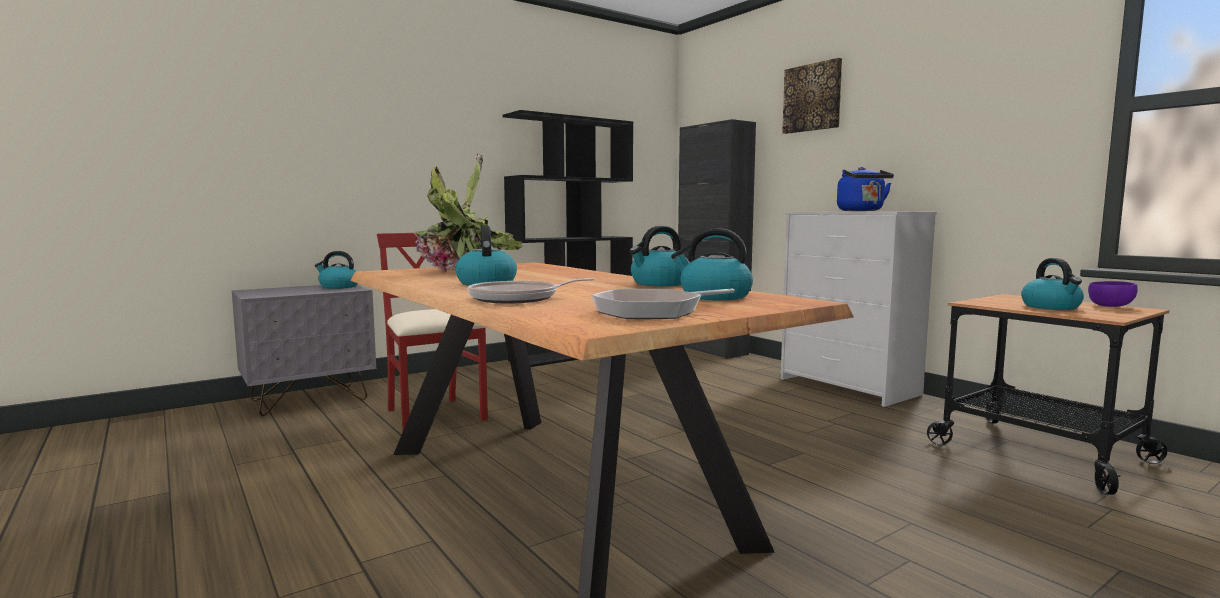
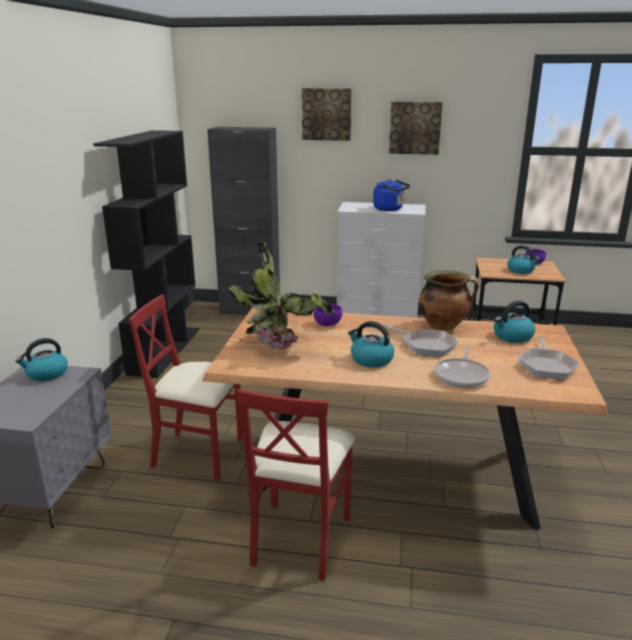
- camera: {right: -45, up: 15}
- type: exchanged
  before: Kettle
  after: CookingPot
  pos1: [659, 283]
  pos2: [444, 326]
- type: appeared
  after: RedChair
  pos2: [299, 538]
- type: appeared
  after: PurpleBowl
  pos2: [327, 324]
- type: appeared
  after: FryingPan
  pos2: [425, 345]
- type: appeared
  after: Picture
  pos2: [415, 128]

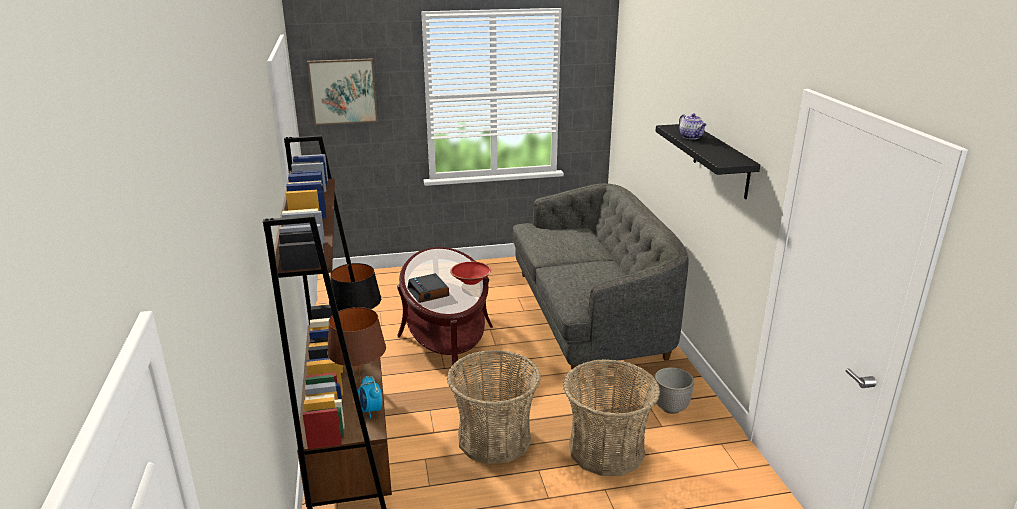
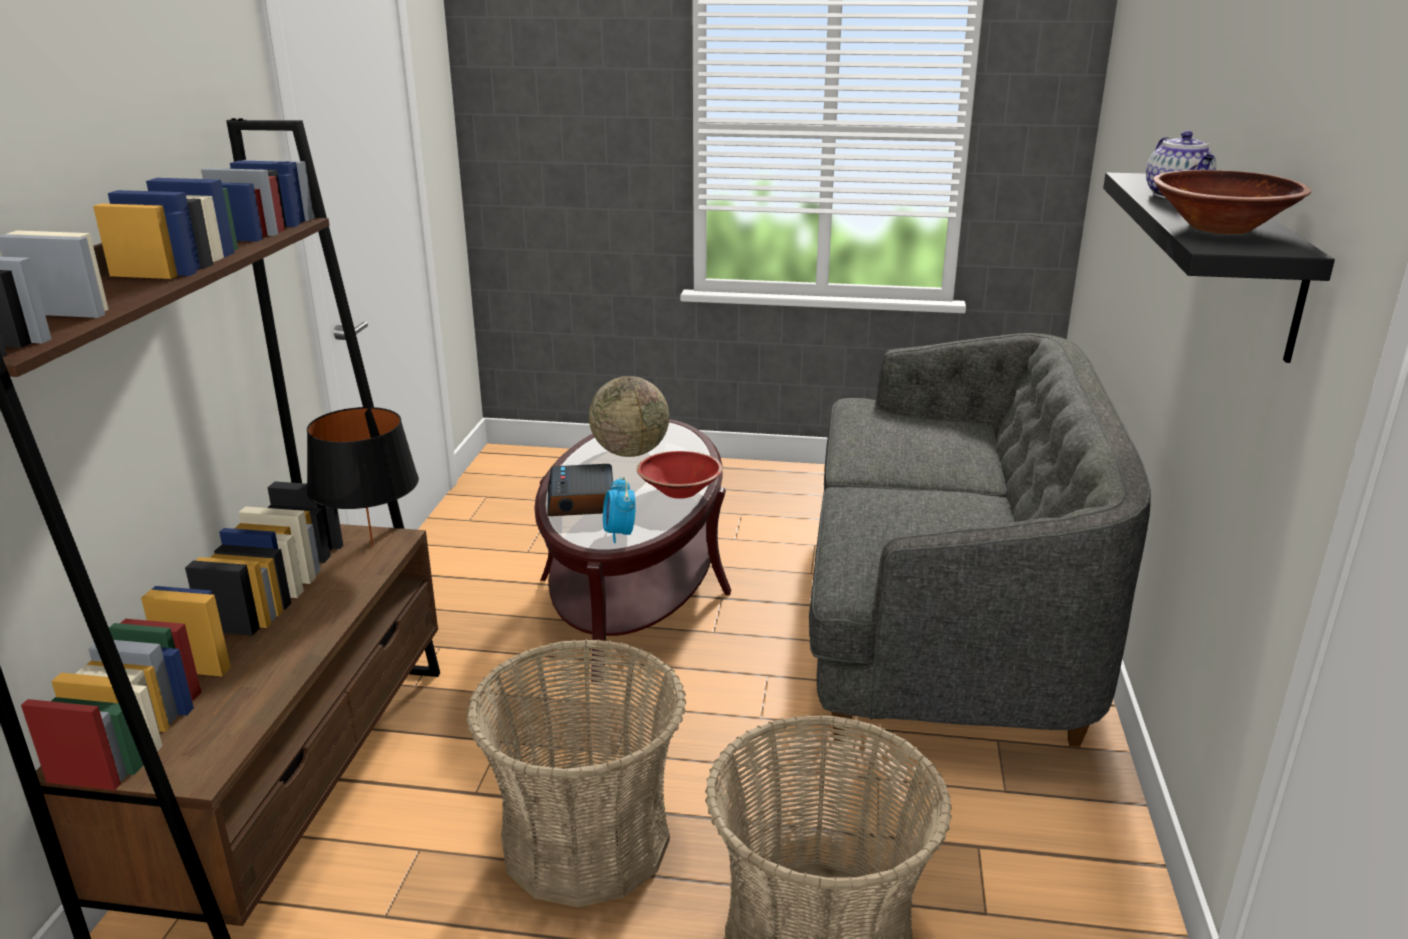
- camera: {right: 20, up: 0}
- type: missing
  before: Picture
  pos1: [343, 91]
- type: missing
  before: BrownTableLamp
  pos1: [360, 381]
- type: relocated
  before: AlarmClock
  pos1: [371, 410]
  pos2: [619, 534]
- type: missing
  before: Planter
  pos1: [671, 407]
- type: appeared
  after: Globe
  pos2: [630, 452]
- type: appeared
  after: BrownBowl
  pos2: [1220, 228]

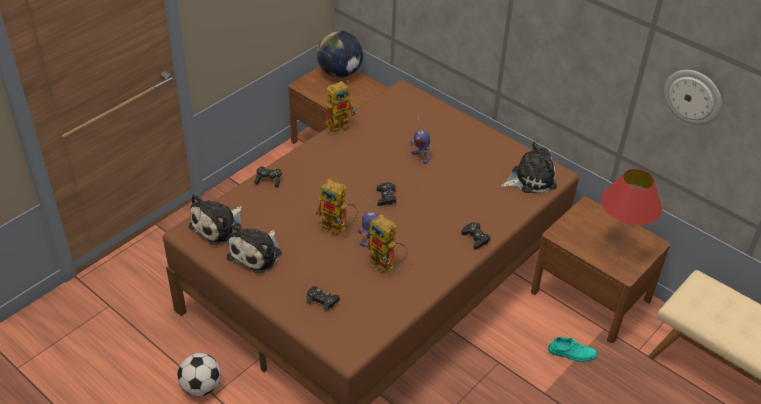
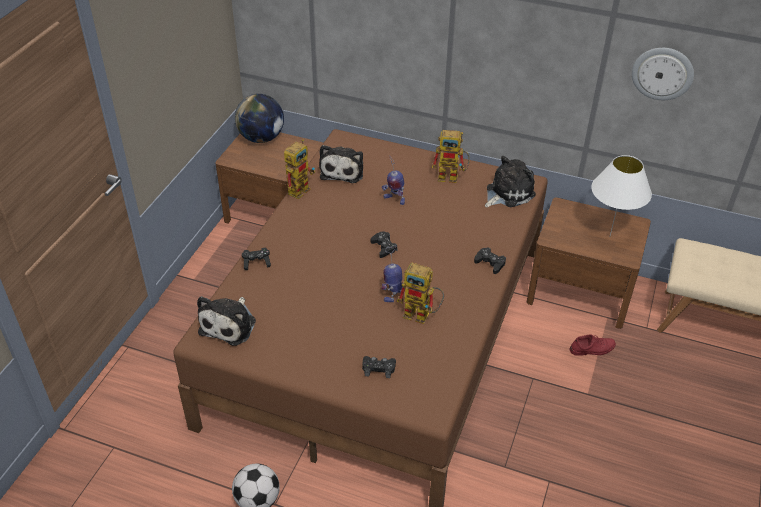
- camera: {right: -20, up: 0}
- type: relocated
  before: PlushToy
  pos1: [257, 253]
  pos2: [343, 170]
- type: relocated
  before: ToyRobot
  pos1: [338, 229]
  pos2: [452, 177]
- type: colour
  before: TurquoiseShoe
  after: RedShoe
  pos1: [571, 353]
  pos2: [592, 349]
- type: colour
  before: RedTableLamp
  after: WhiteTableLamp
  pos1: [618, 247]
  pos2: [609, 236]

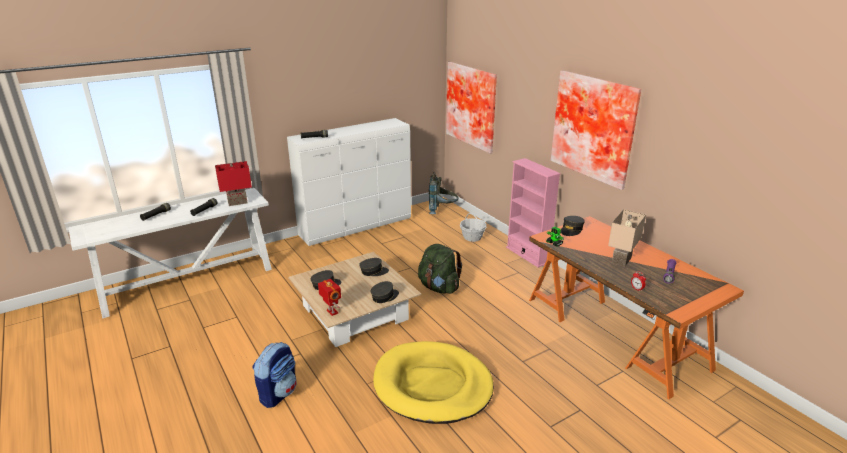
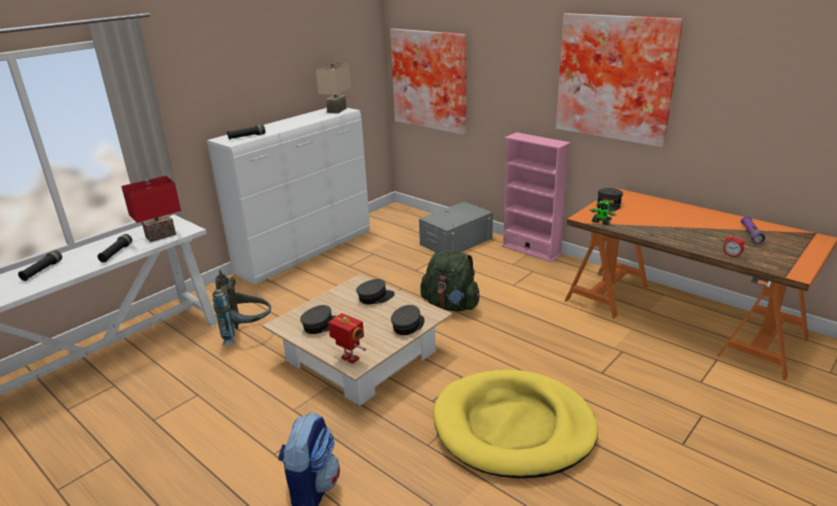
- camera: {right: -15, up: 0}
- type: relocated
  before: GreyBackpack
  pos1: [442, 211]
  pos2: [247, 333]
- type: exchanged
  before: Basket
  after: GreyStorageBox
  pos1: [472, 237]
  pos2: [456, 241]
- type: relocated
  before: BeigeTableLamp
  pos1: [622, 260]
  pos2: [337, 110]

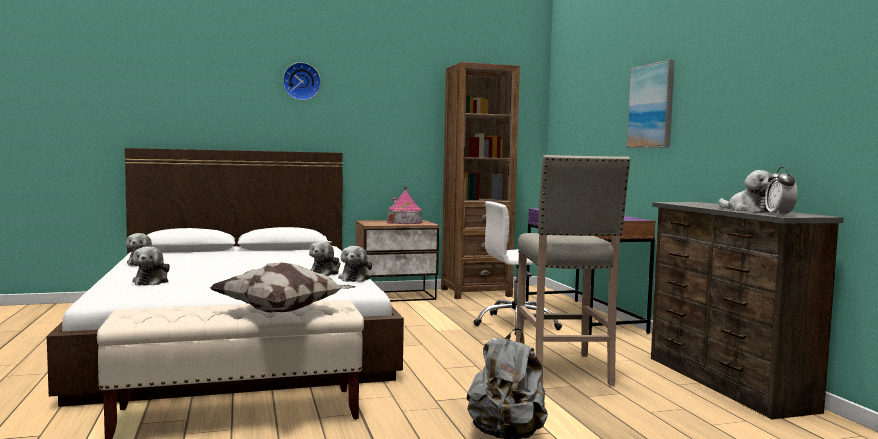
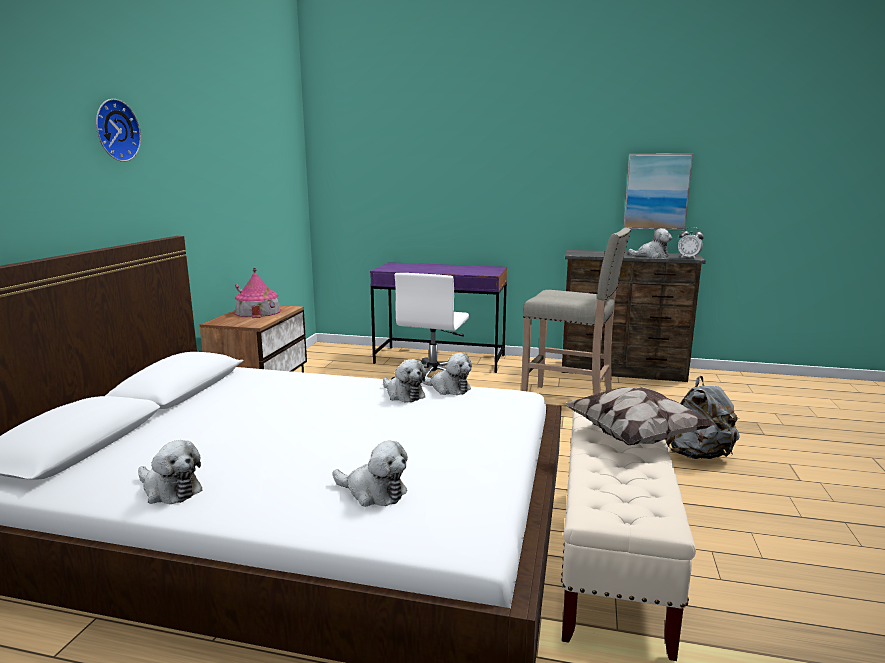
- camera: {right: -60, up: 10}
- type: missing
  before: BrownBookcase
  pos1: [475, 292]
- type: relocated
  before: Picture
  pos1: [651, 106]
  pos2: [656, 192]

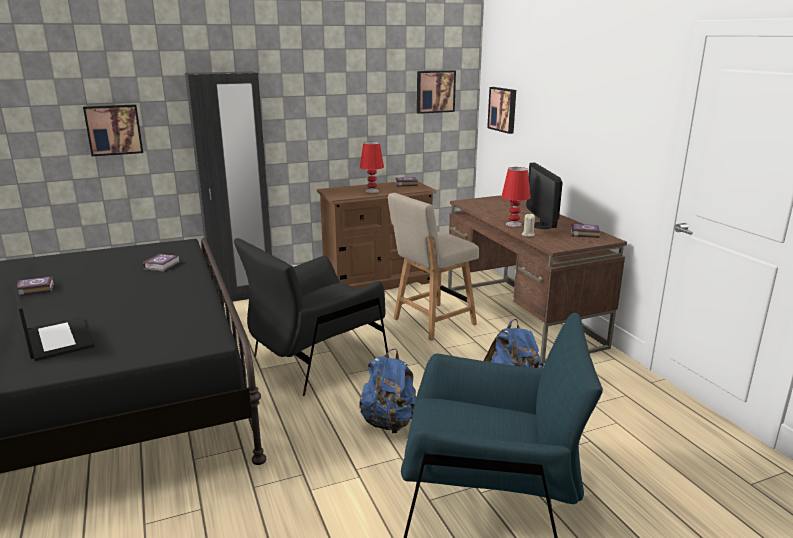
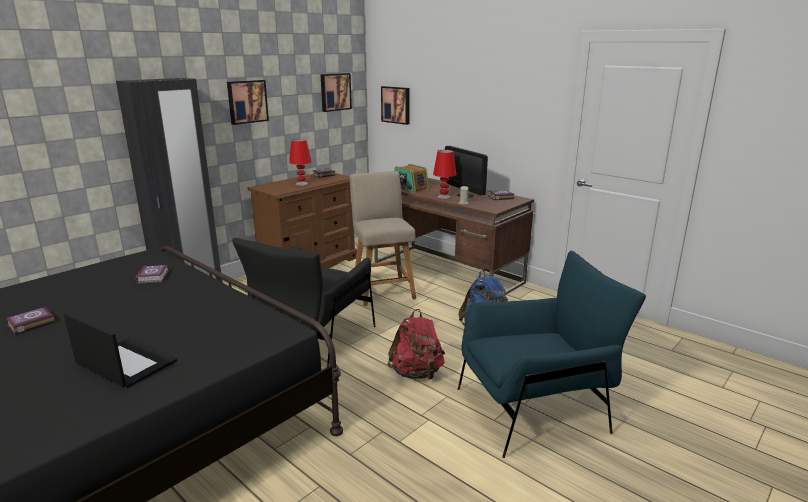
- camera: {right: -25, up: 0}
- type: relocated
  before: Picture
  pos1: [114, 129]
  pos2: [247, 101]
- type: colour
  before: BlueBackpack
  after: RedBackpack
  pos1: [389, 423]
  pos2: [417, 373]
- type: spun
  before: BeigeChair
  pos1: [431, 322]
  pos2: [382, 290]
  turn: 135
- type: appeared
  after: Radio
  pos2: [410, 188]

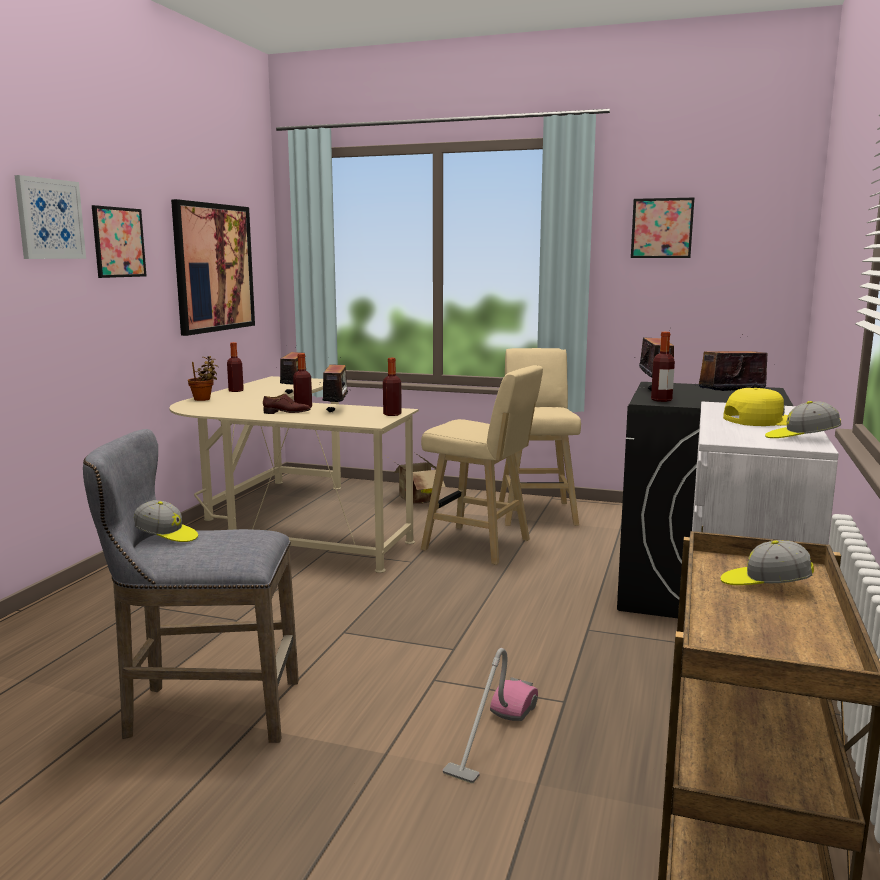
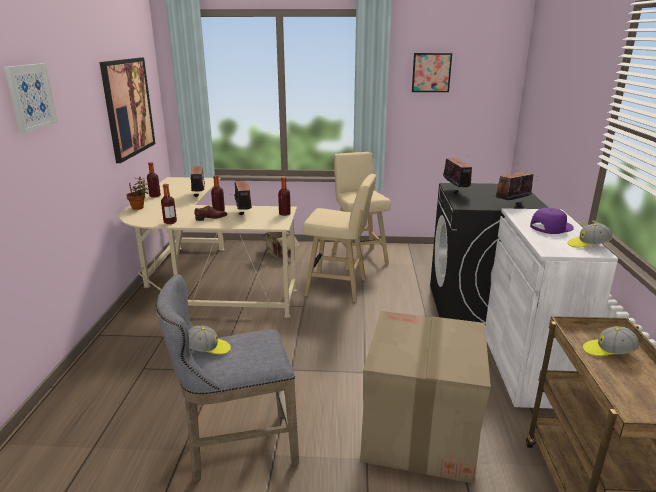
- camera: {right: -15, up: 10}
- type: missing
  before: Picture
  pos1: [118, 242]
- type: exchanged
  before: VacuumCleaner
  after: CardboardBox
  pos1: [492, 735]
  pos2: [420, 433]
- type: relocated
  before: Bottle
  pos1: [661, 400]
  pos2: [170, 222]
- type: colour
  before: YellowCap
  after: PurpleCap
  pos1: [759, 420]
  pos2: [550, 227]

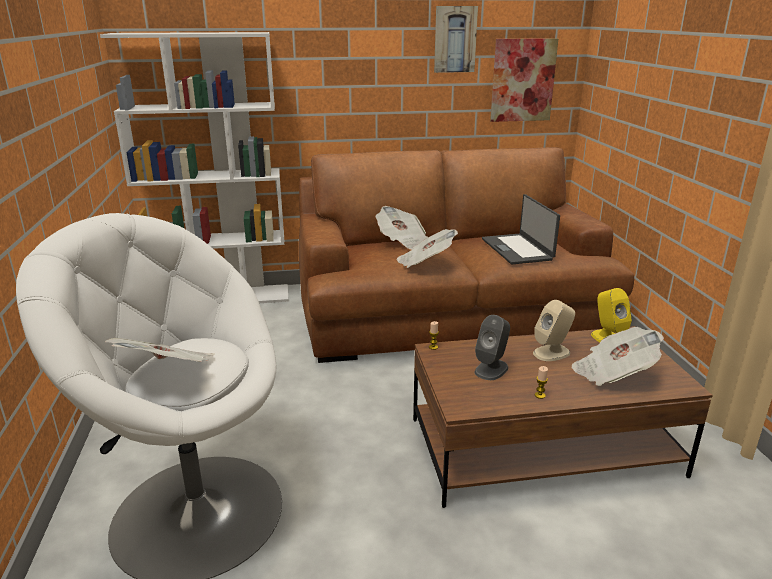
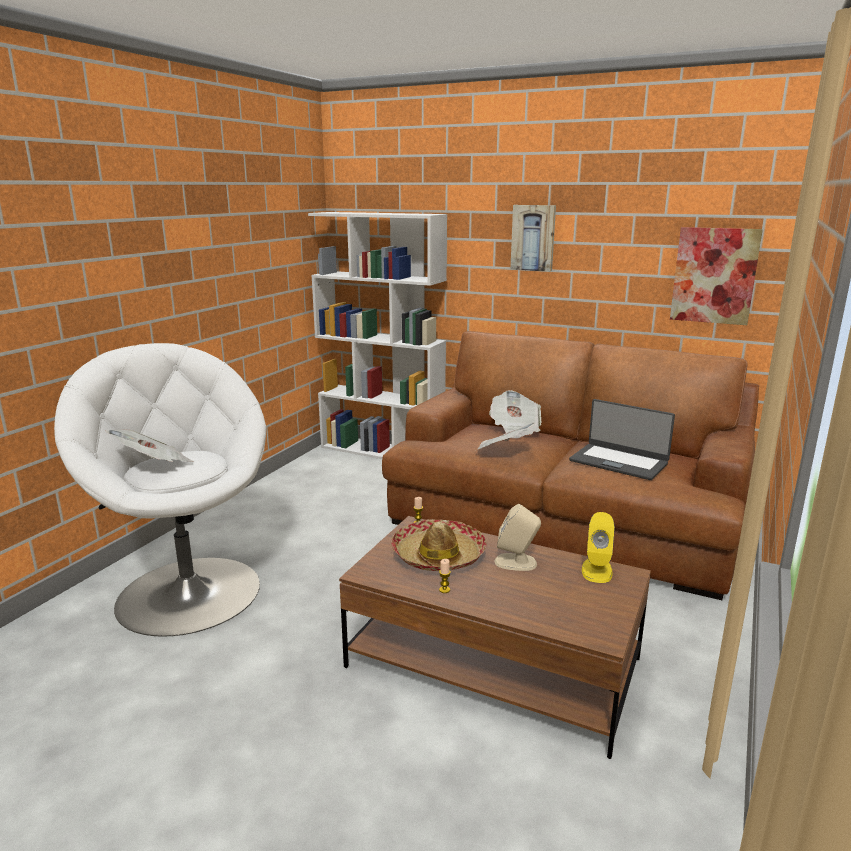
- camera: {right: 35, up: -5}
- type: relocated
  before: Picture
  pos1: [454, 39]
  pos2: [533, 238]
- type: exchanged
  before: GreySpeaker
  after: Hat
  pos1: [491, 369]
  pos2: [438, 555]
- type: spun
  before: Laptop
  pos1: [517, 249]
  pos2: [619, 462]
  turn: -75
- type: missing
  before: Newspaper
  pos1: [613, 373]

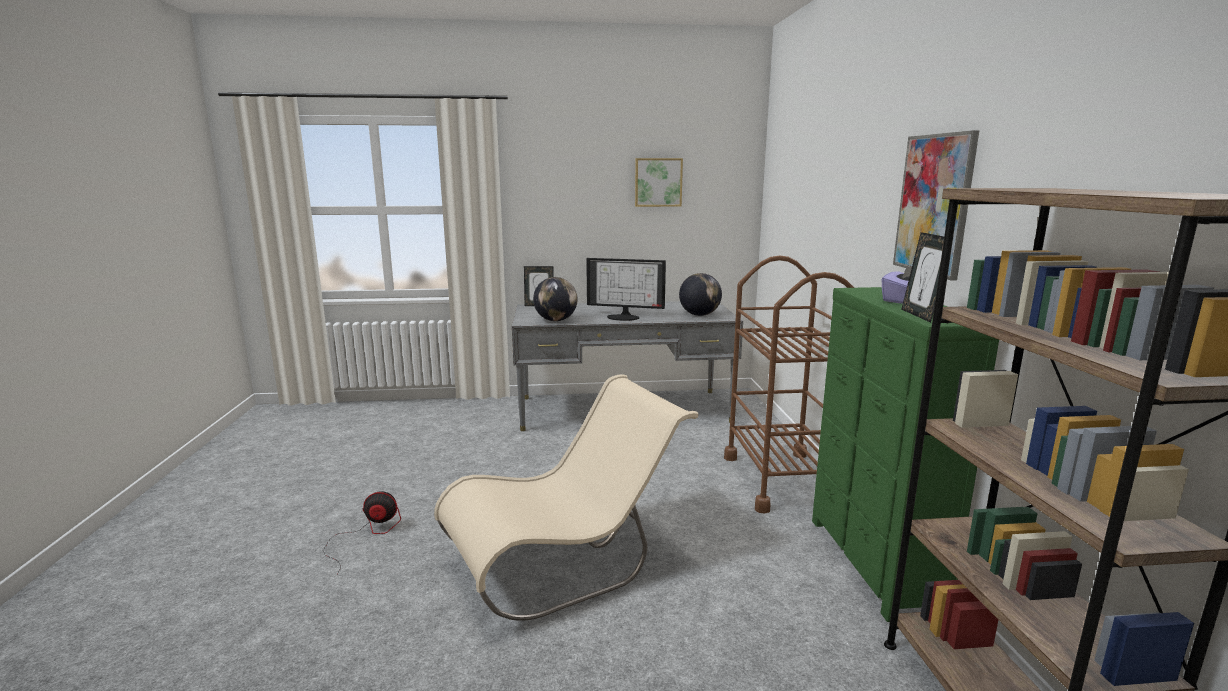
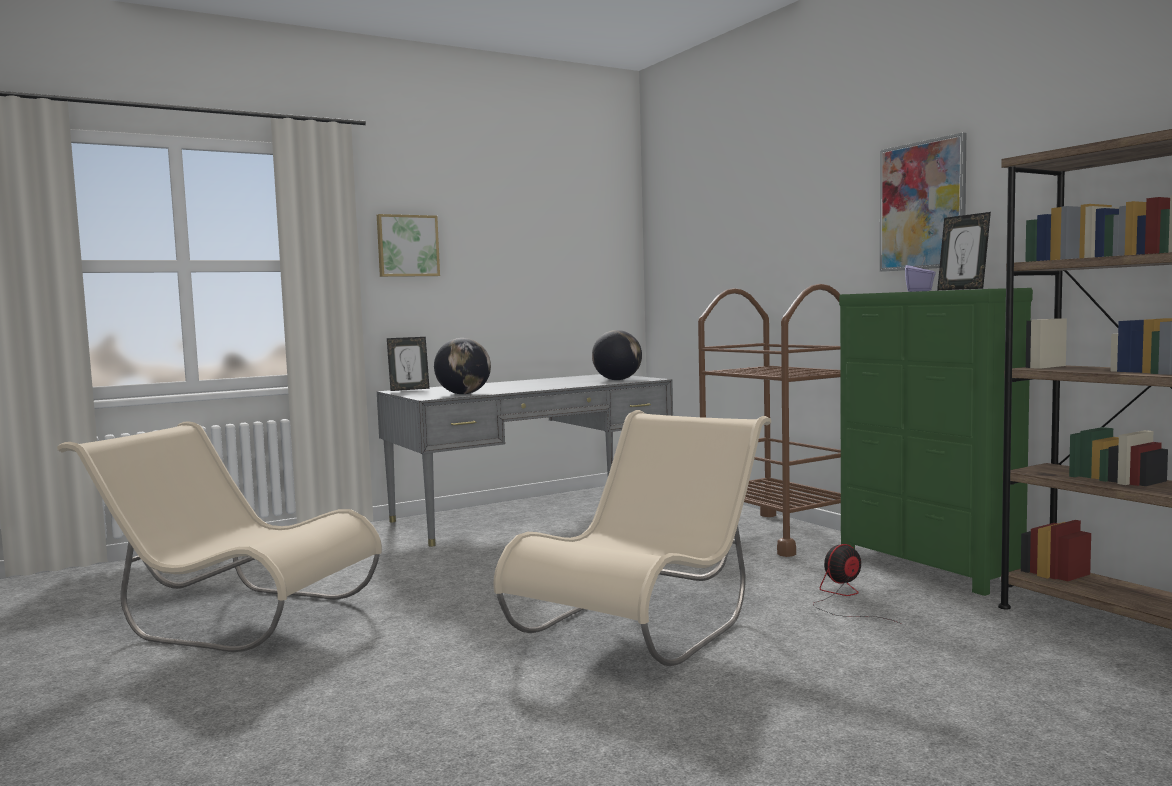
- camera: {right: -25, up: -10}
- type: relocated
  before: Fan
  pos1: [367, 535]
  pos2: [844, 598]
- type: missing
  before: Monitor
  pos1: [624, 317]
- type: relocated
  before: Picture
  pos1: [658, 182]
  pos2: [407, 246]
- type: appeared
  after: BeigeChair
  pos2: [234, 617]

